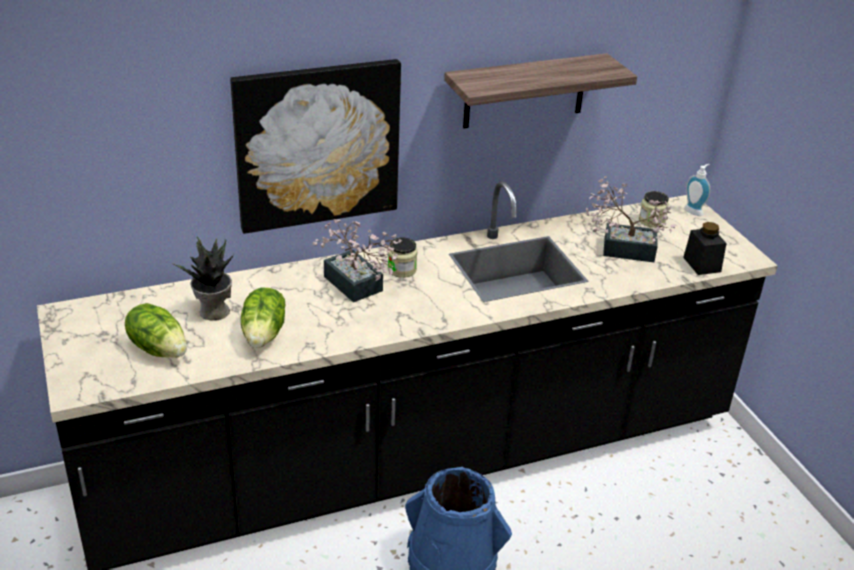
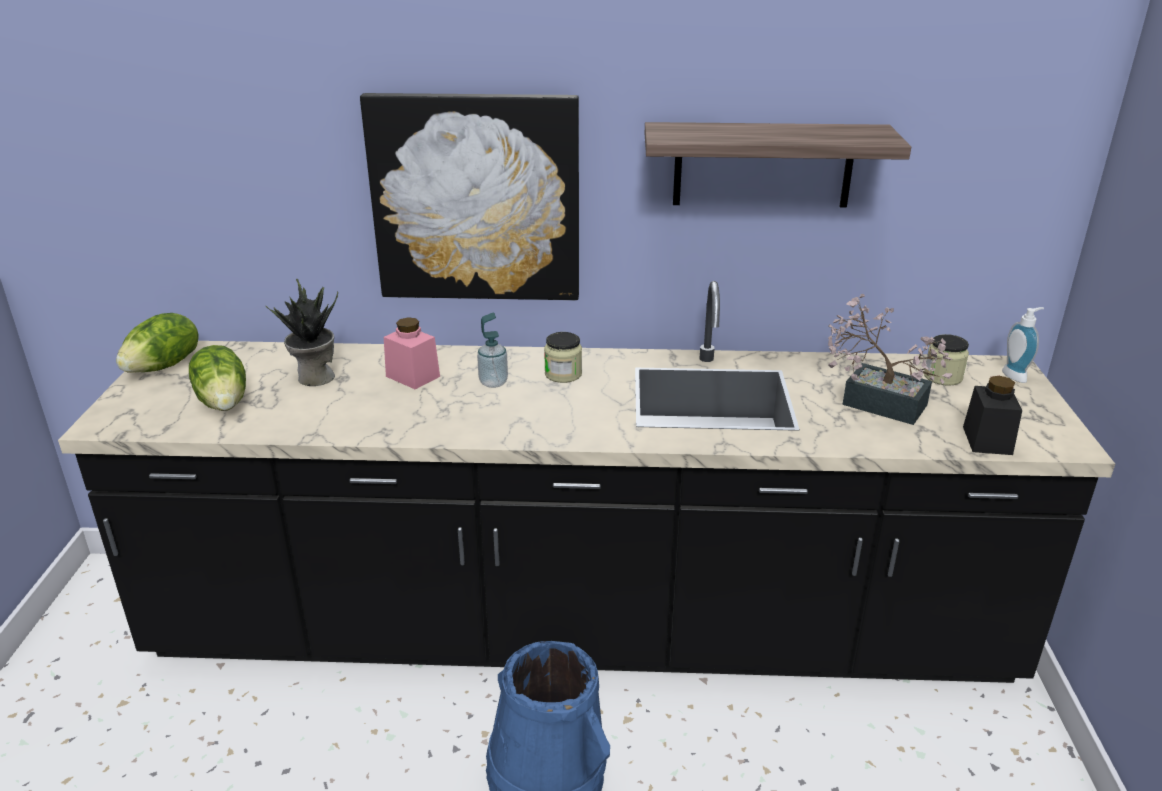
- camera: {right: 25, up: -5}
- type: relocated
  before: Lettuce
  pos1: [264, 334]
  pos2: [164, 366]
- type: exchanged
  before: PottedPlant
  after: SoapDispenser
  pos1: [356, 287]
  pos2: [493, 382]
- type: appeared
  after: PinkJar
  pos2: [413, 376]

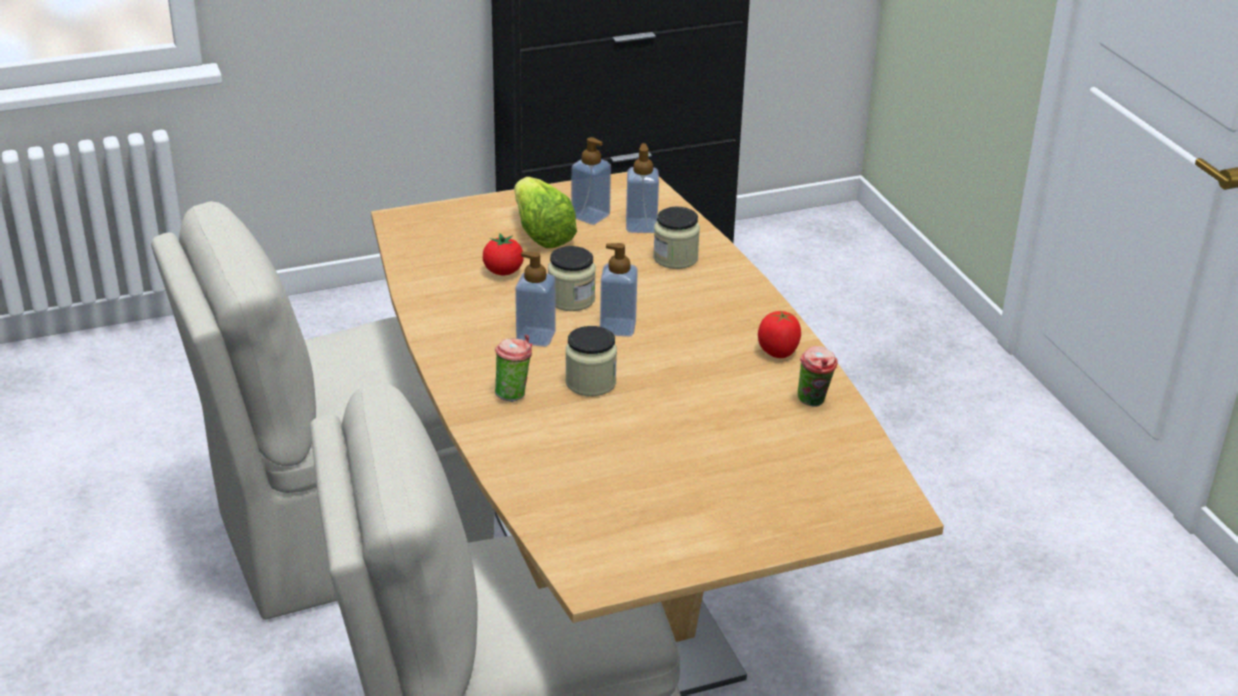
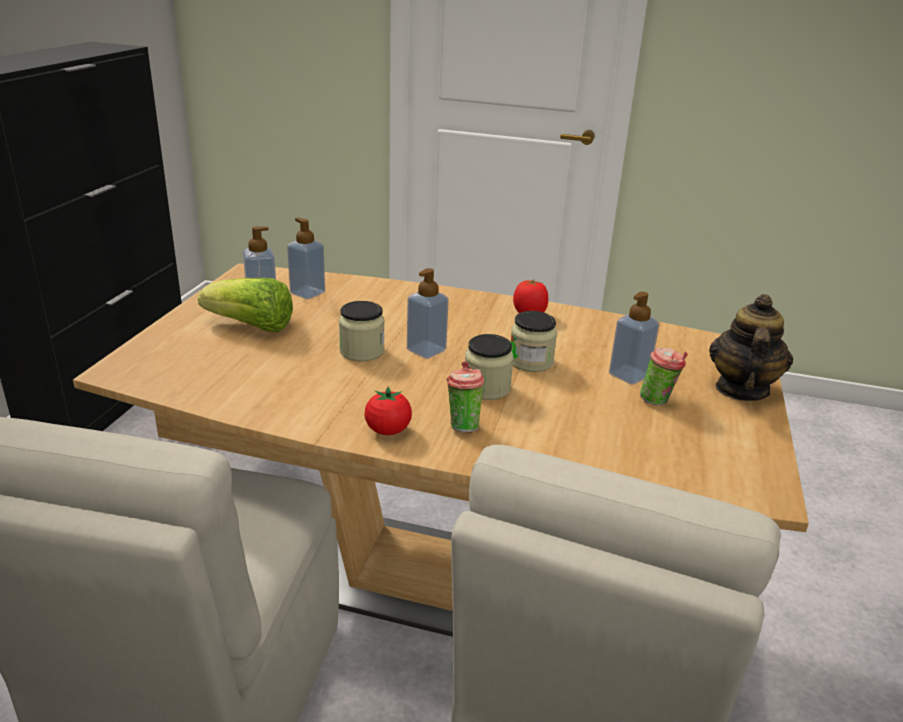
- camera: {right: -55, up: -5}
- type: relocated
  before: Tomato
  pos1: [503, 272]
  pos2: [388, 430]
- type: relocated
  before: SoapDispenser
  pos1: [535, 337]
  pos2: [629, 375]
- type: relocated
  before: Jar
  pos1: [675, 258]
  pos2: [530, 362]
- type: relocated
  before: Cup
  pos1: [814, 402]
  pos2: [658, 401]
- type: appeared
  after: Teapot
  pos2: [740, 389]

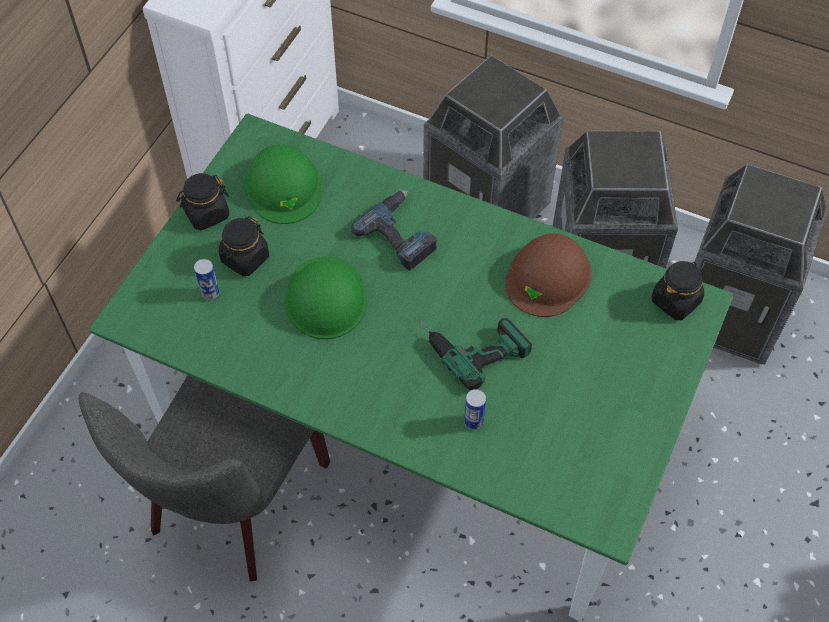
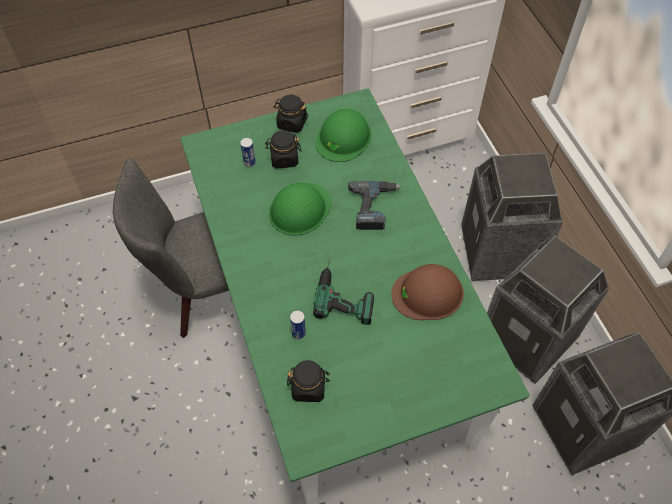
- camera: {right: 45, up: 0}
- type: relocated
  before: BlackJar
  pos1: [675, 301]
  pos2: [309, 387]

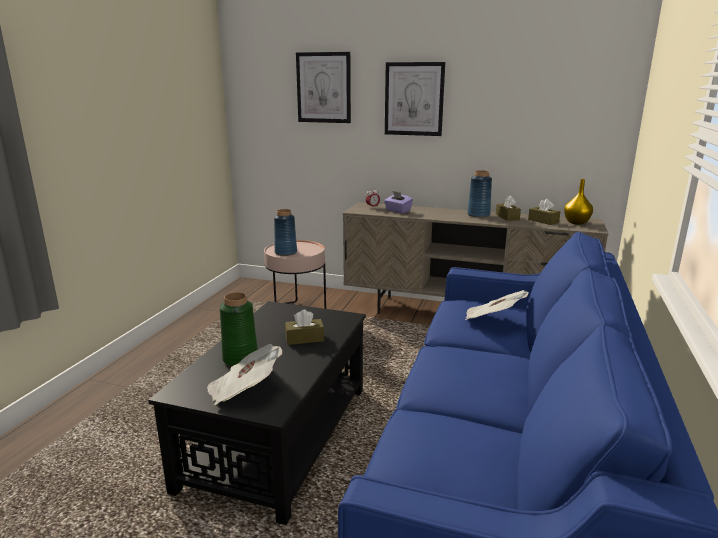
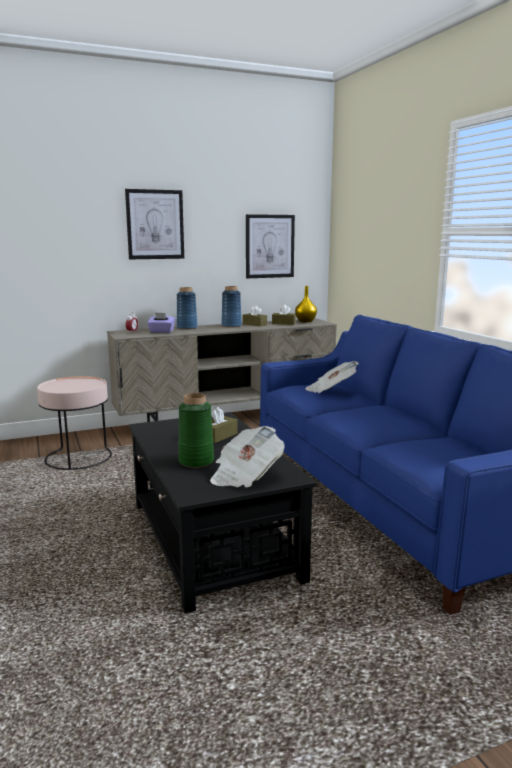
- camera: {right: -40, up: -5}
- type: relocated
  before: BlueVase
  pos1: [285, 252]
  pos2: [187, 328]
- type: relocated
  before: Picture
  pos1: [323, 88]
  pos2: [269, 246]

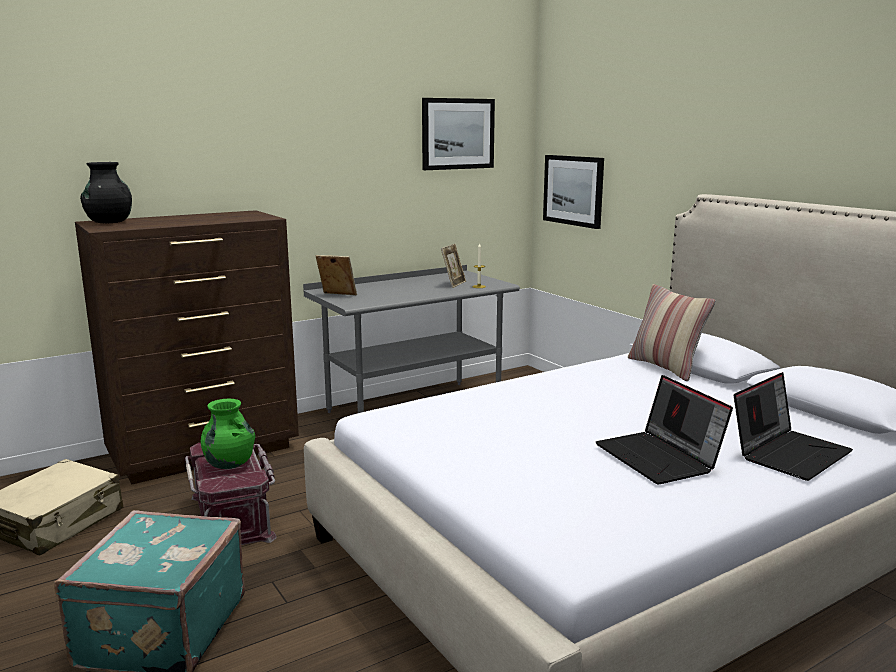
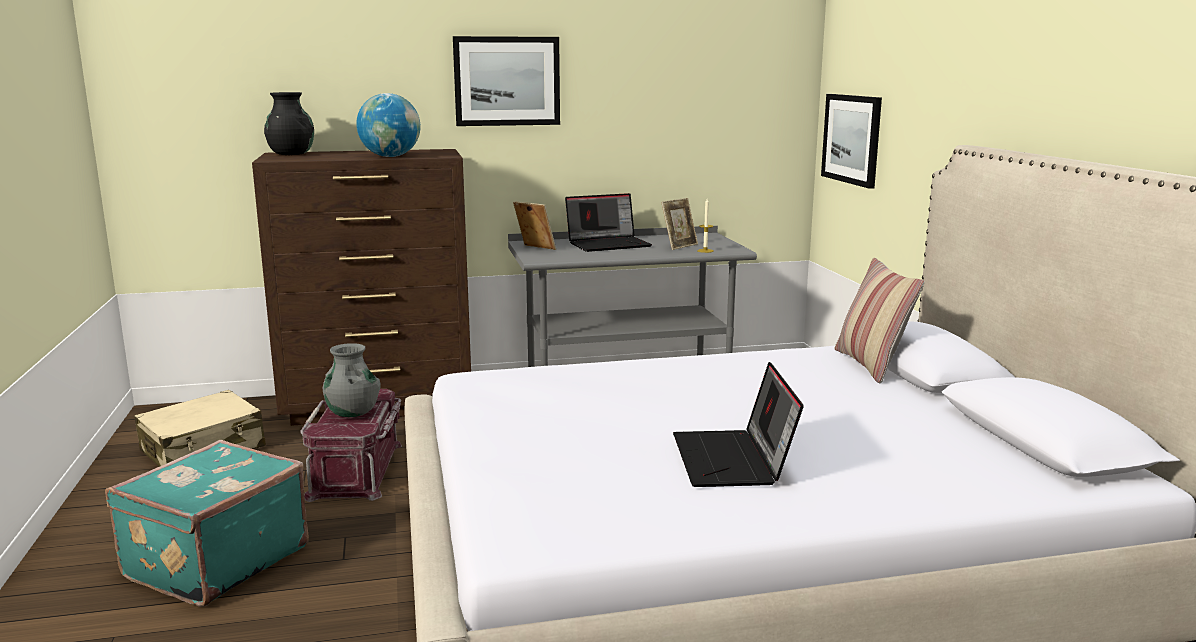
- camera: {right: 20, up: 0}
- type: colour
  before: GreenVase
  after: GreyVase
  pos1: [229, 464]
  pos2: [352, 413]
- type: relocated
  before: Picture
  pos1: [457, 134]
  pos2: [507, 81]
- type: relocated
  before: Laptop
  pos1: [789, 453]
  pos2: [609, 244]
- type: appeared
  after: Globe
  pos2: [390, 156]

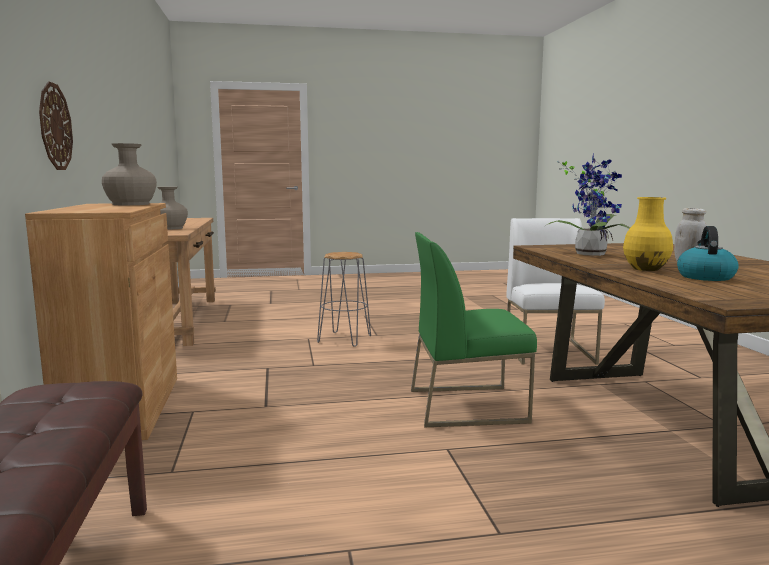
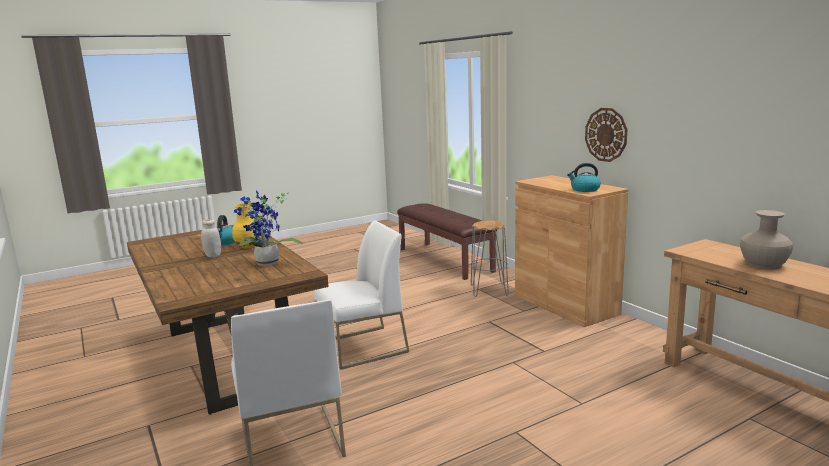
- camera: {right: 160, up: 5}
- type: exchanged
  before: BeigeVase
  after: Kettle
  pos1: [131, 204]
  pos2: [584, 189]
- type: relocated
  before: GreyStool
  pos1: [344, 339]
  pos2: [489, 290]
- type: colour
  before: GreenChair
  after: WhiteChair
  pos1: [468, 405]
  pos2: [362, 347]

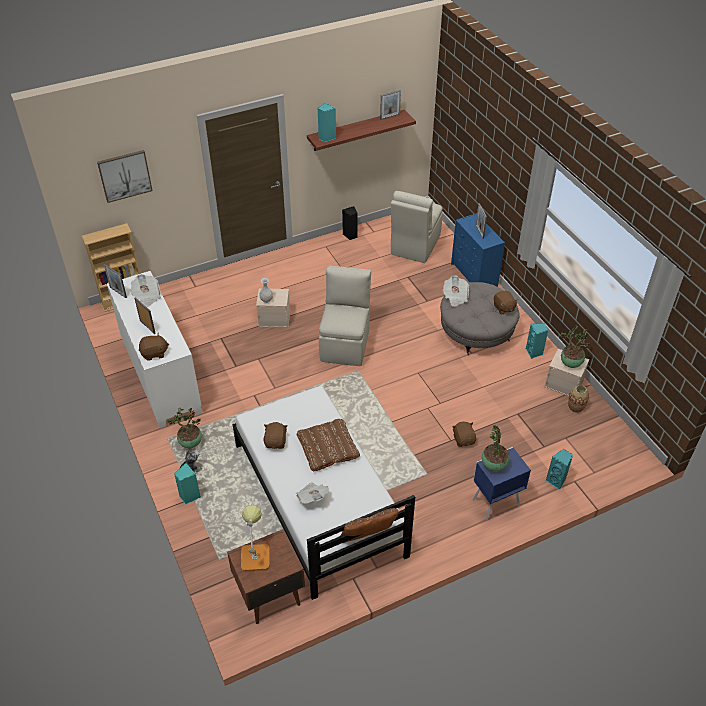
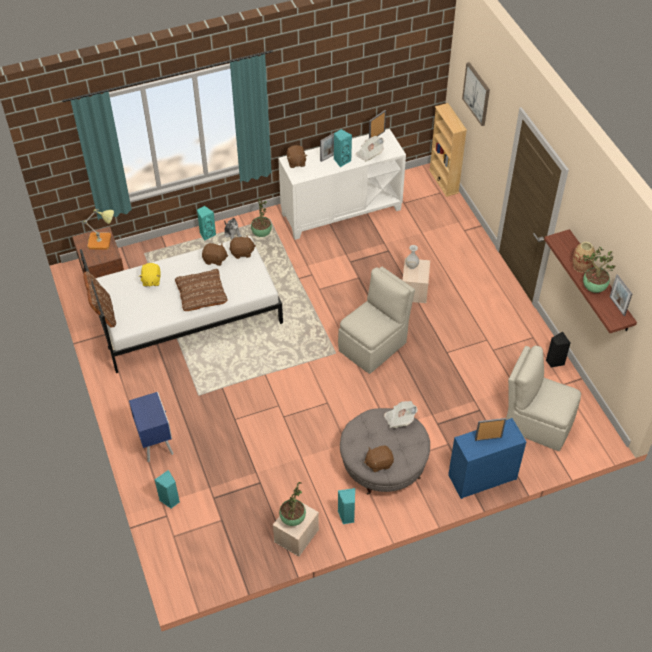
- camera: {right: 95, up: 5}
- type: exchanged
  before: Newspaper
  after: YellowPlushToy
  pos1: [312, 497]
  pos2: [151, 280]
- type: relocated
  before: TurquoiseSpeaker
  pos1: [326, 138]
  pos2: [341, 160]
- type: spun
  before: BeigeChair
  pos1: [345, 343]
  pos2: [374, 345]
  turn: -60
- type: relocated
  before: BrownPlushToy
  pos1: [463, 439]
  pos2: [242, 253]
- type: relocated
  before: PottedPlant
  pos1: [494, 466]
  pos2: [593, 288]
- type: relocated
  before: Vase
  pos1: [575, 407]
  pos2: [581, 266]

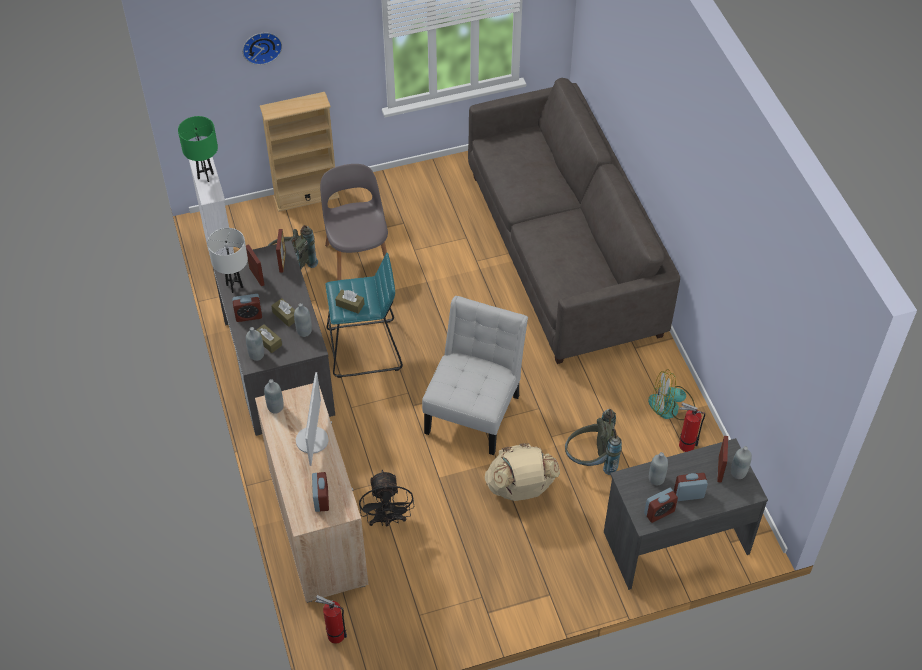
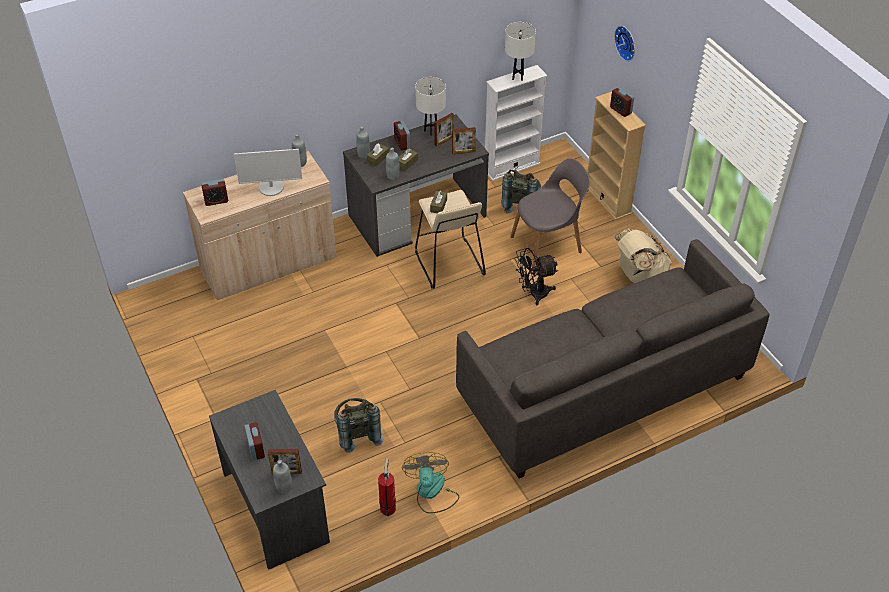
- camera: {right: 80, up: -5}
- type: colour
  before: GreenTableLamp
  after: WhiteTableLamp
  pos1: [205, 176]
  pos2: [518, 77]
- type: missing
  before: FireExtinguisher
  pos1: [333, 635]
- type: colour
  before: TurquoiseStool
  after: BeigeStool
  pos1: [364, 349]
  pos2: [448, 263]
- type: relocated
  before: BlackFan
  pos1: [387, 519]
  pos2: [533, 294]
- type: missing
  before: WhiteChair
  pos1: [474, 409]
- type: relocated
  before: BeigeBackpack
  pos1: [520, 488]
  pos2: [639, 277]
- type: relocated
  before: AlarmClock
  pos1: [659, 512]
  pos2: [620, 110]
- type: missing
  before: GreyBottle
  pos1: [656, 479]

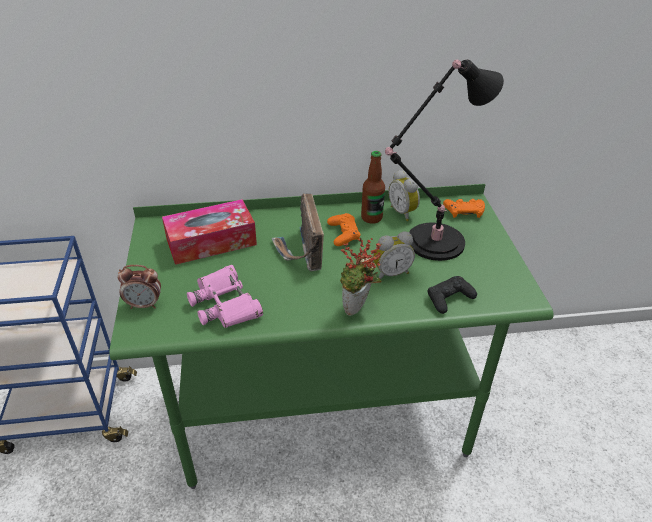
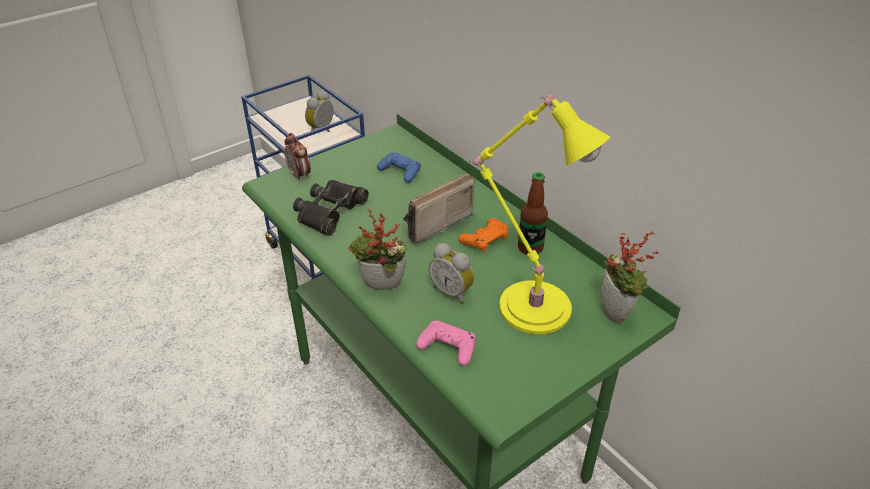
- camera: {right: 60, up: 0}
- type: exchanged
  before: TissueBox
  after: BlueGameController
  pos1: [211, 242]
  pos2: [400, 171]
- type: colour
  before: PinkBinoculars
  after: BlackBinoculars
  pos1: [225, 304]
  pos2: [330, 212]
- type: colour
  before: BlackTableLamp
  after: YellowTableLamp
  pos1: [430, 243]
  pos2: [529, 304]
- type: relocated
  before: AlarmClock
  pos1: [403, 212]
  pos2: [323, 130]
- type: colour
  before: BlackGameController
  after: PinkGameController
  pos1: [449, 298]
  pos2: [448, 347]
- type: exchanged
  before: OrangeGameController
  after: PottedPlant
  pos1: [464, 211]
  pos2: [617, 313]

